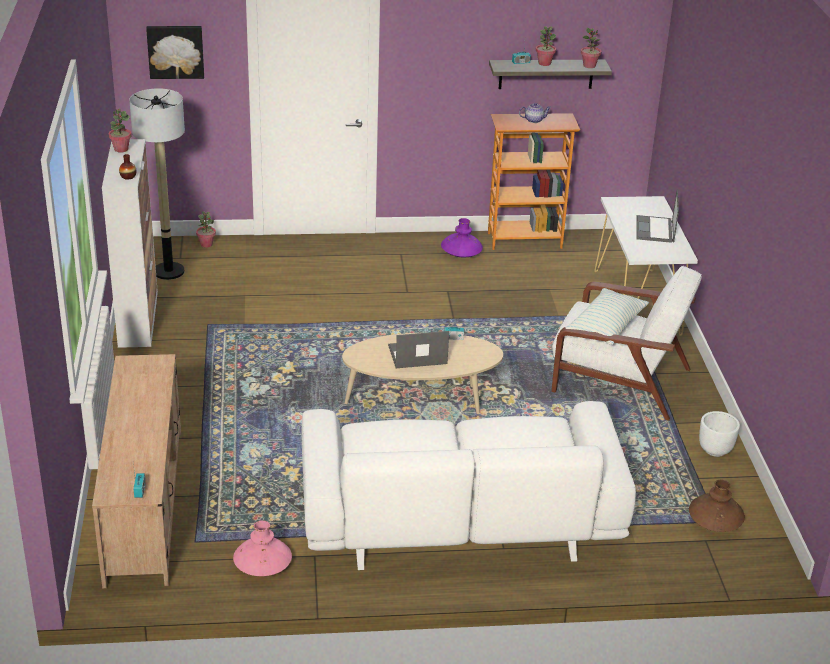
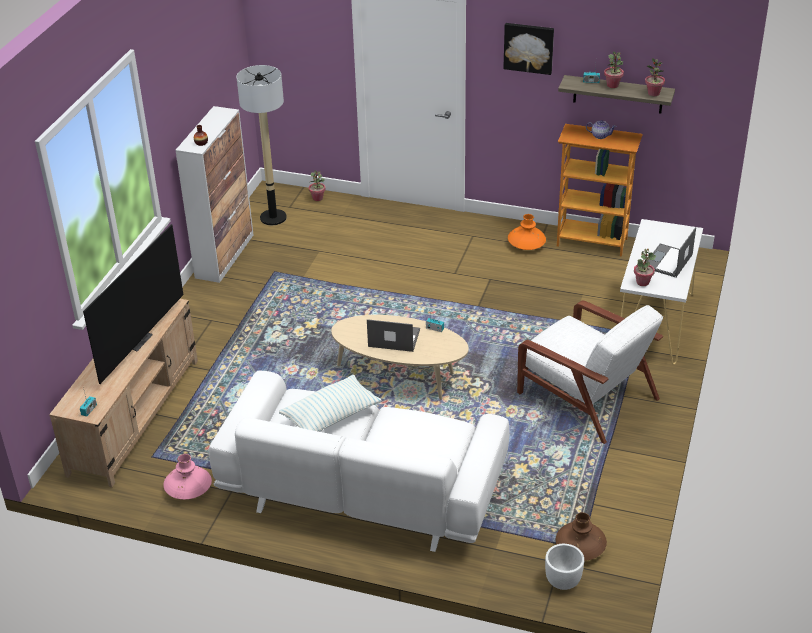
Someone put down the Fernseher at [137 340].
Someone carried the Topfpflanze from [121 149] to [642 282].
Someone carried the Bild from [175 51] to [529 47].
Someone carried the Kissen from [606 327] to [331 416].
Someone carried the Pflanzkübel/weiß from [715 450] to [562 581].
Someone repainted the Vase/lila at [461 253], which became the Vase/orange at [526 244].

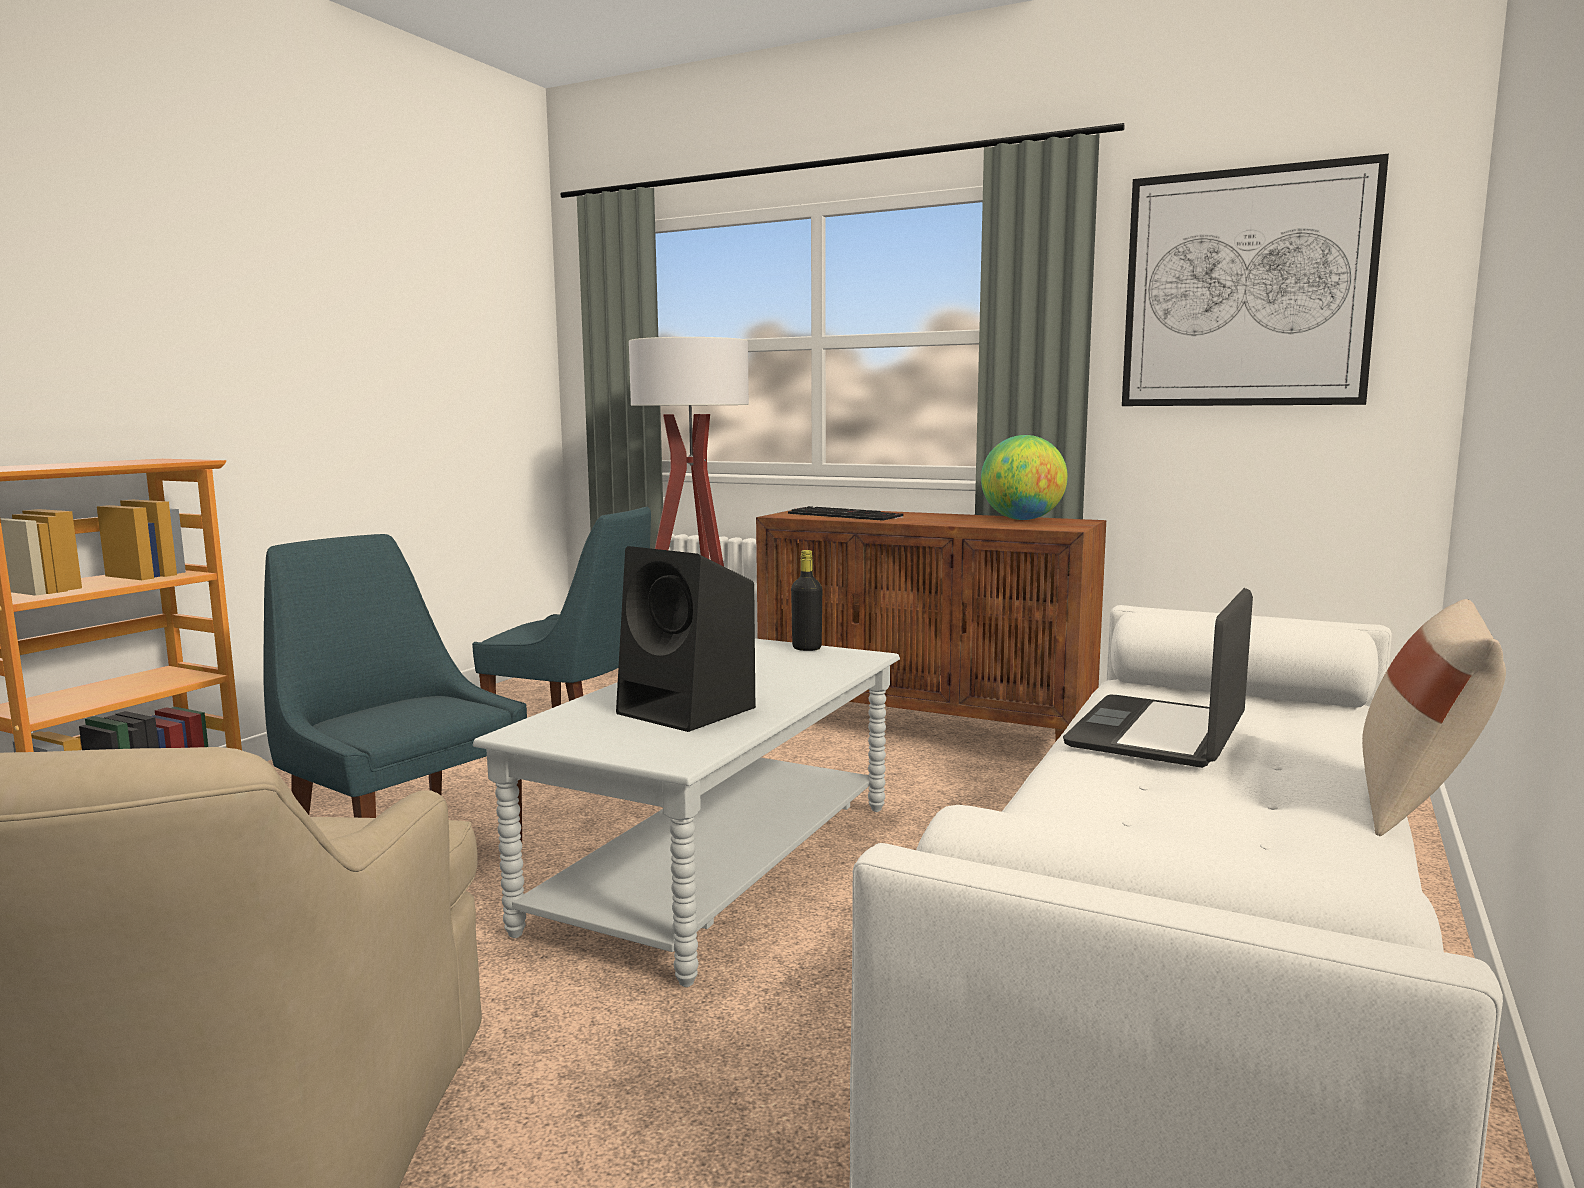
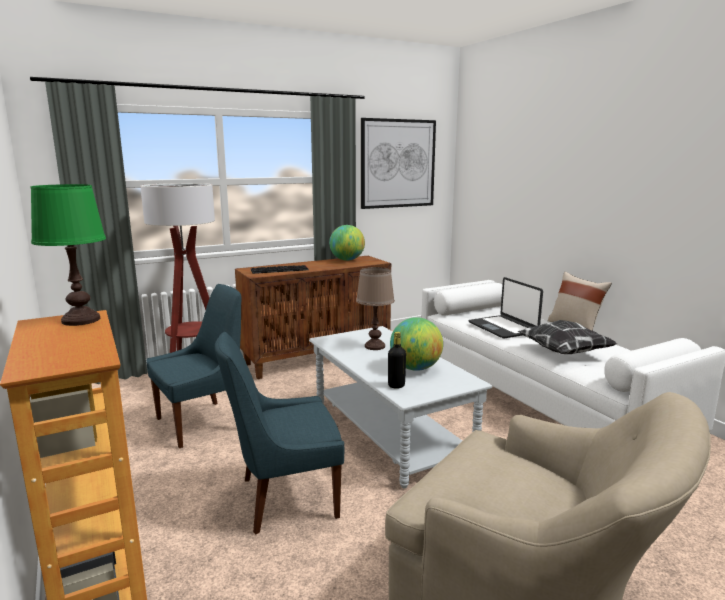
Someone put down the Tischlampe/grün at [81 320].
Someone put down the Tischlampe/braun at [374 346].
Someone put down the Kissen at [564 352].
Someone carried the Flasche/schwarz from [807 648] to [396 385].
Someone swapped the Lautsprecher/schwarz at [690 711] for the Globus at [415 368].

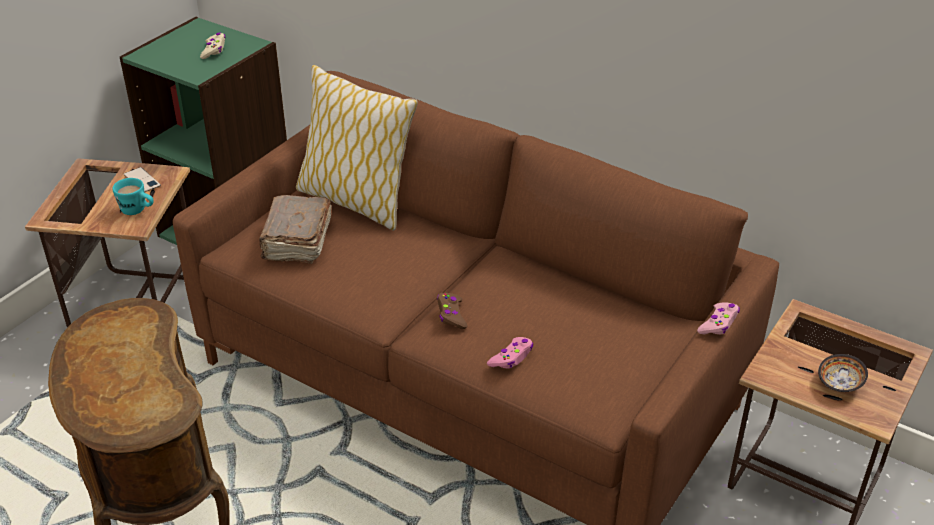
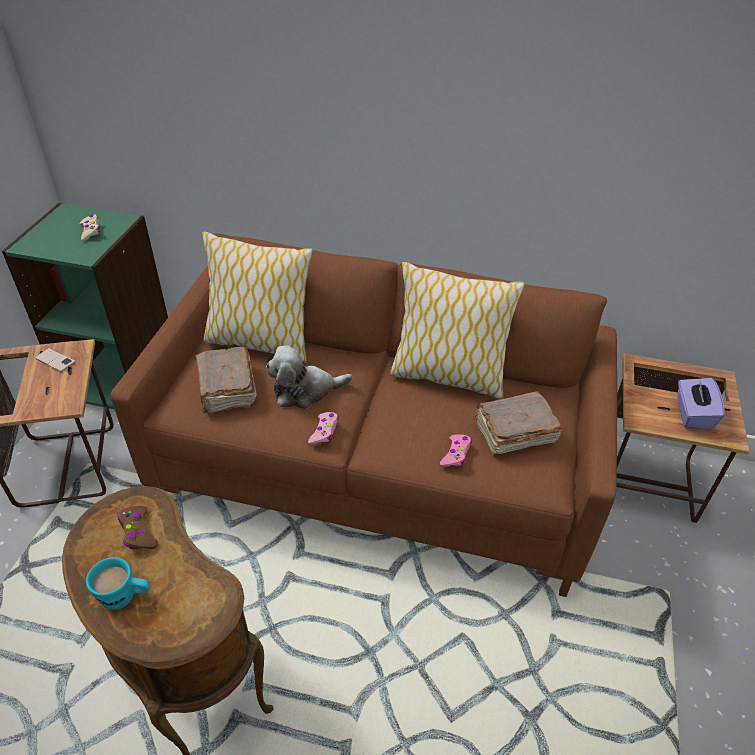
Someone put down the Plüschtier at [305 391].
Someone put down the Kissen at [447 376].
Someone put down the Buch/braun at [513 433].
Someone carried the Henkelbecher/türkis from [138 211] to [126 597].
Someone carried the Gamepad/braun from [451 315] to [138 532].
Someone carried the Gamepad/rosa from [718 324] to [324 431].
Someone swapped the Schüssel at [839 384] for the Taschentuchbox/lila at [692 414].

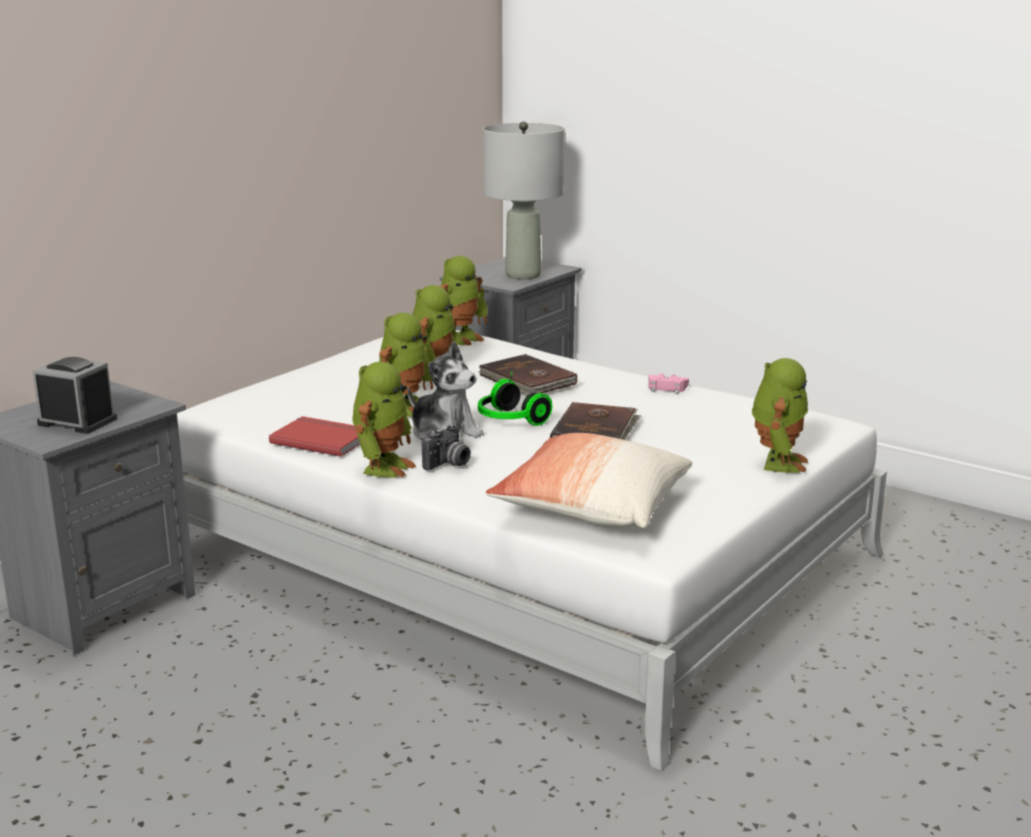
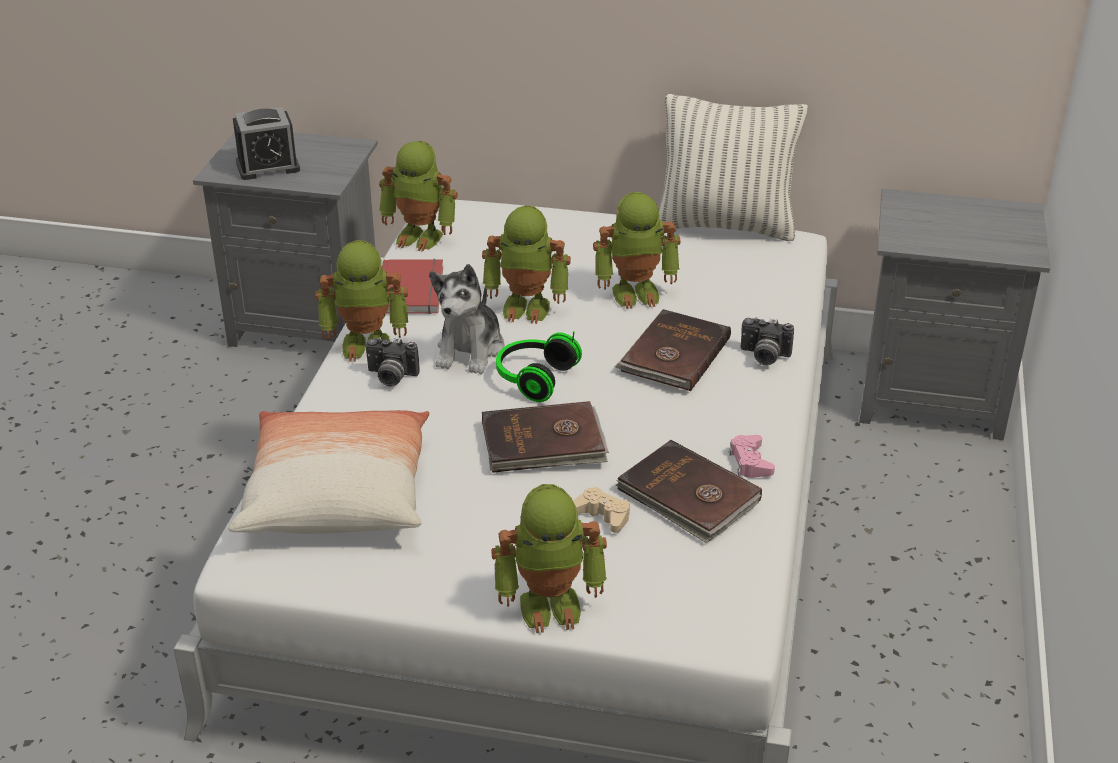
Someone took away the Tischlampe/grau at [523 275].
Someone put down the Gamepad/beige at [602 515].
Someone put down the Buch/braun at [688 496].
Someone put down the Kissen at [725 225].
Someone put down the Kamera at [764 356].
Someone carried the Spielzeugroboter from [461 338] to [421 236].
Someone rotated the Wecker at [77 421] by 75 degrees clockwise.

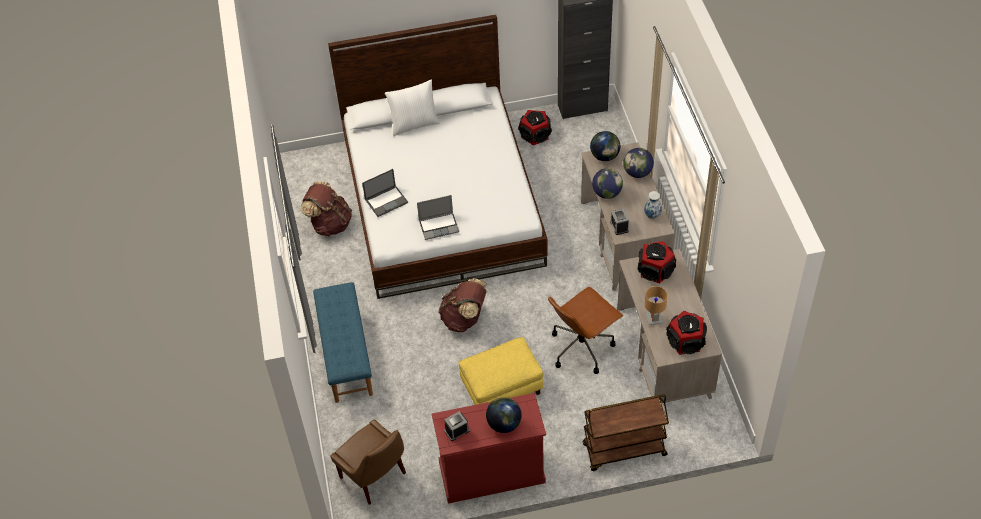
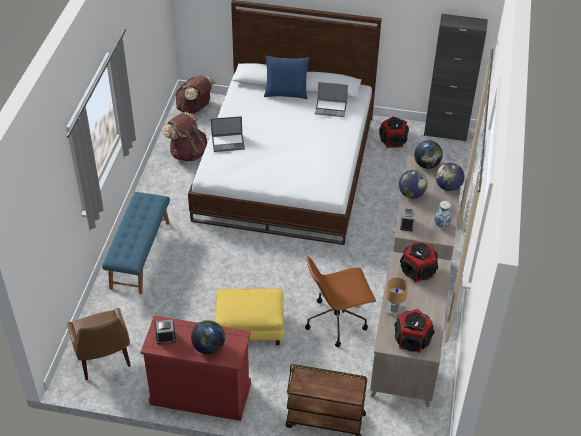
Someone carried the Laptop from [439 226] to [331 108].
Someone carried the Rucksack/braun from [464 319] to [195 108].
Someone repainted the Kissen/weiß at [414 124], which became the Kissen/blau at [286 93].

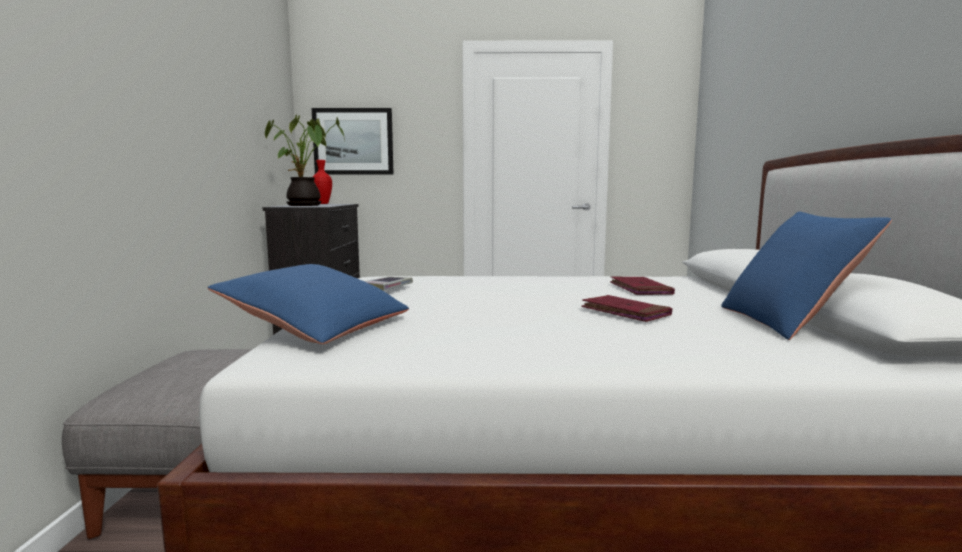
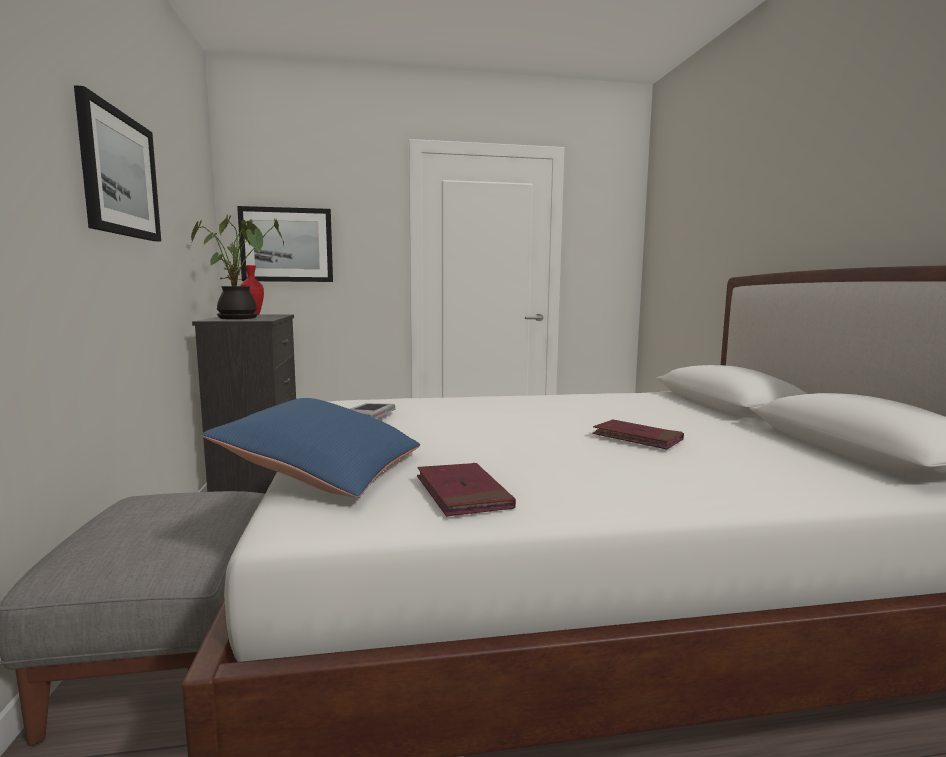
Someone took away the Kissen/blau at [788 322].
Someone put up the Bild at [119 174].
Someone carried the Buch/rot from [640 289] to [463 494].

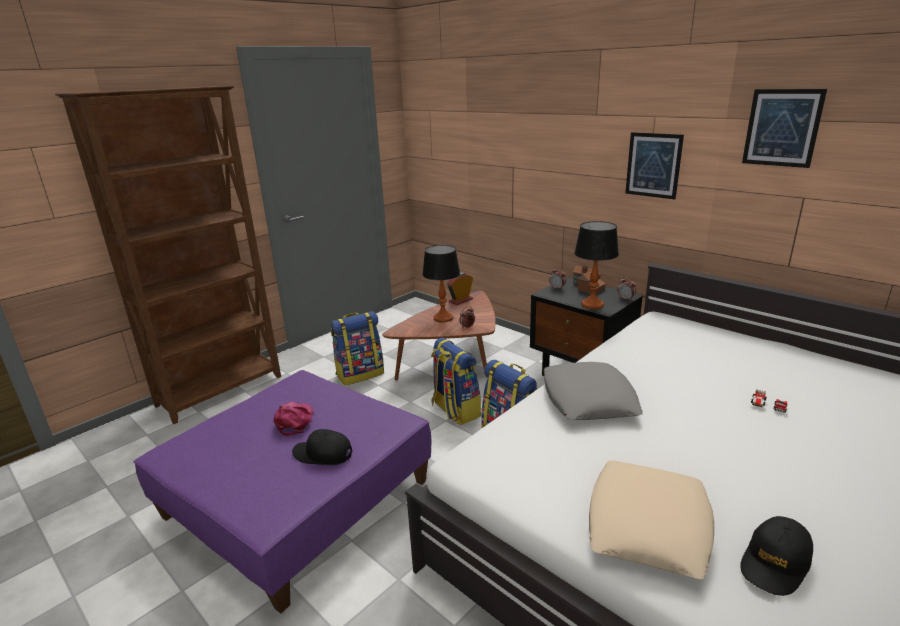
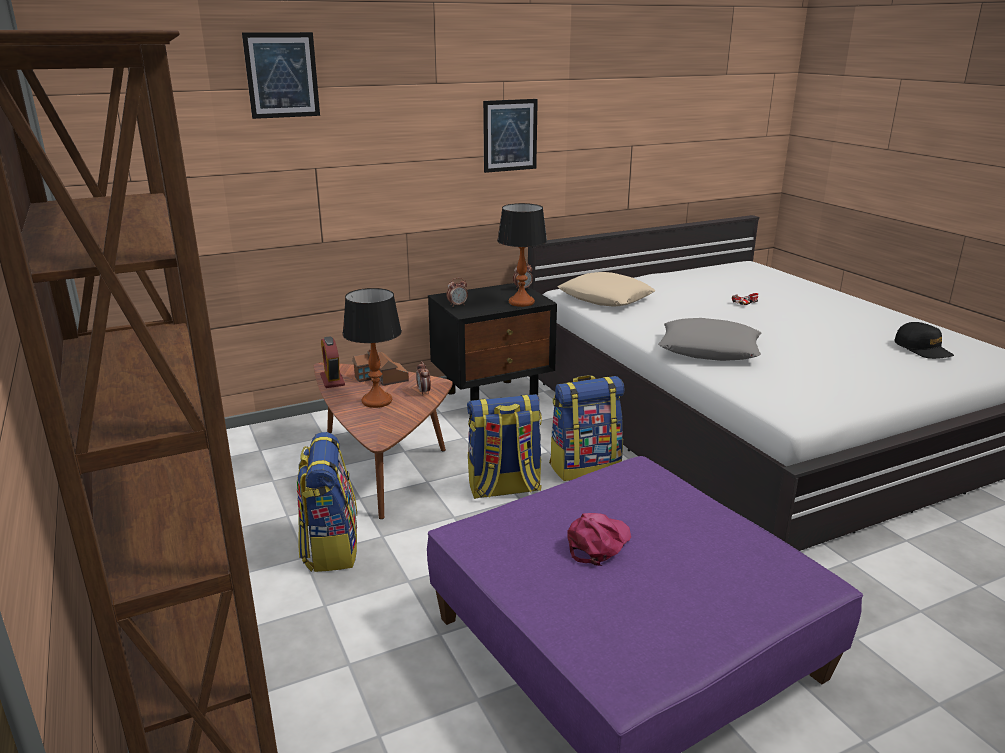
Someone took away the Kappe/schwarz at [323 454].
Someone carried the Spielzeughaus from [587 287] to [381 378].
Someone carried the Kissen/beige from [647 524] to [605 298].
Someone carried the Bild from [782 128] to [282 75].
Someone rotated the Kappe/rosa at [295 421] by 105 degrees clockwise.

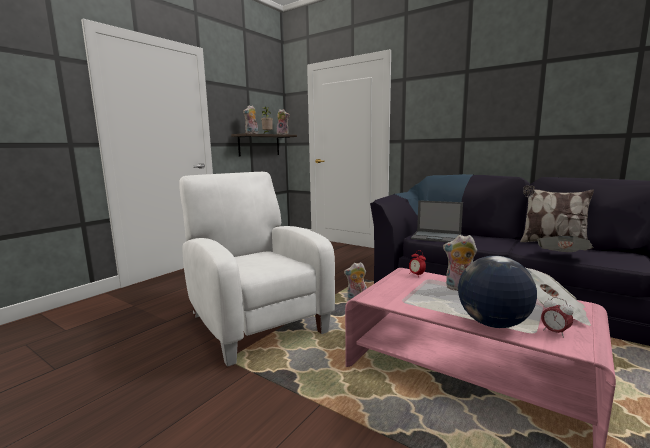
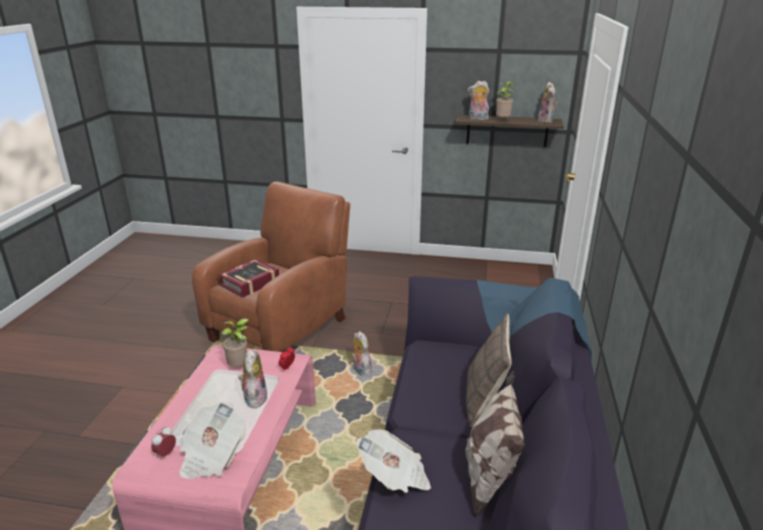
Someone took away the Laptop at [437 237].
Someone took away the Globus at [492 324].
Someone put down the Buch at [250 283].
Someone put down the Topfpflanze at [239 367].
Someone put down the Kissen at [485 400].
Someone repainted the Sessel/weiß at [255 320], which became the Sessel/braun at [283 327].

